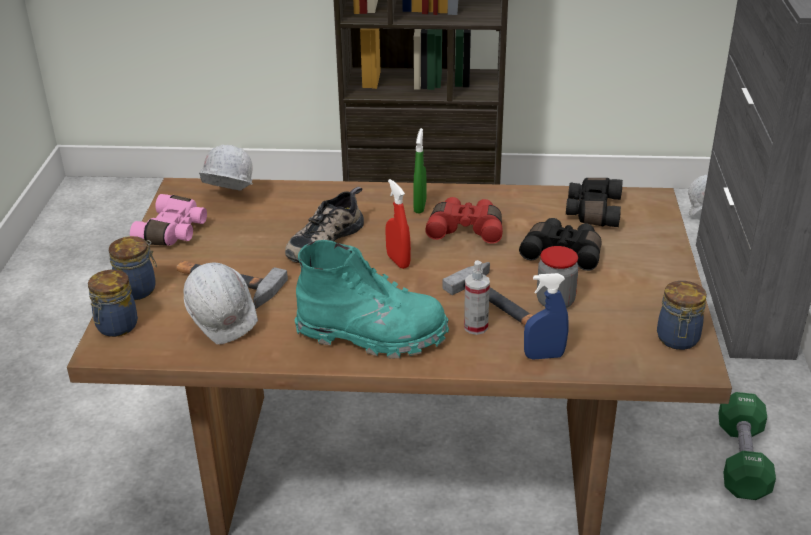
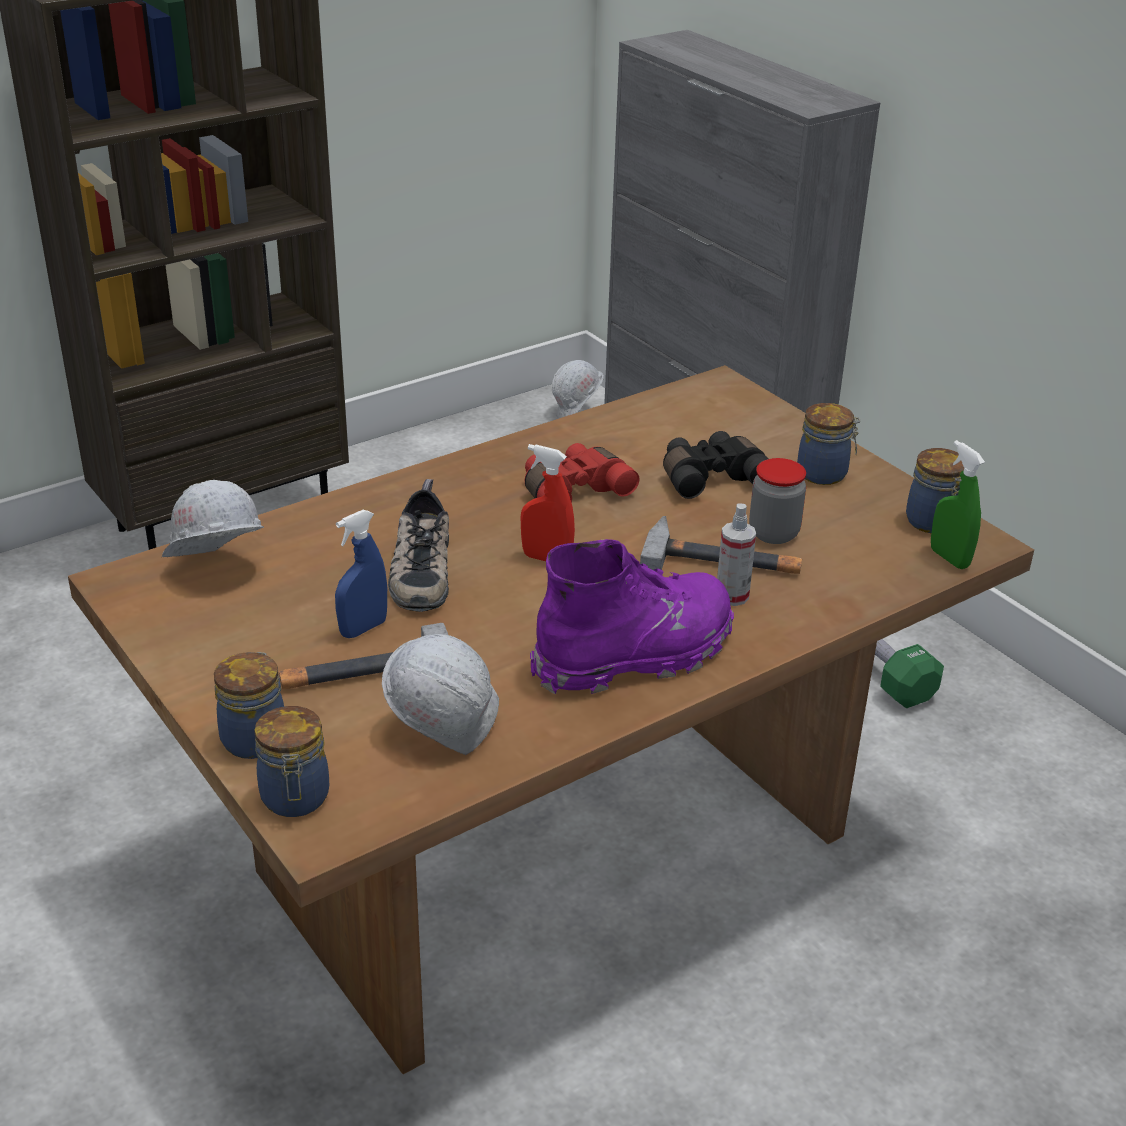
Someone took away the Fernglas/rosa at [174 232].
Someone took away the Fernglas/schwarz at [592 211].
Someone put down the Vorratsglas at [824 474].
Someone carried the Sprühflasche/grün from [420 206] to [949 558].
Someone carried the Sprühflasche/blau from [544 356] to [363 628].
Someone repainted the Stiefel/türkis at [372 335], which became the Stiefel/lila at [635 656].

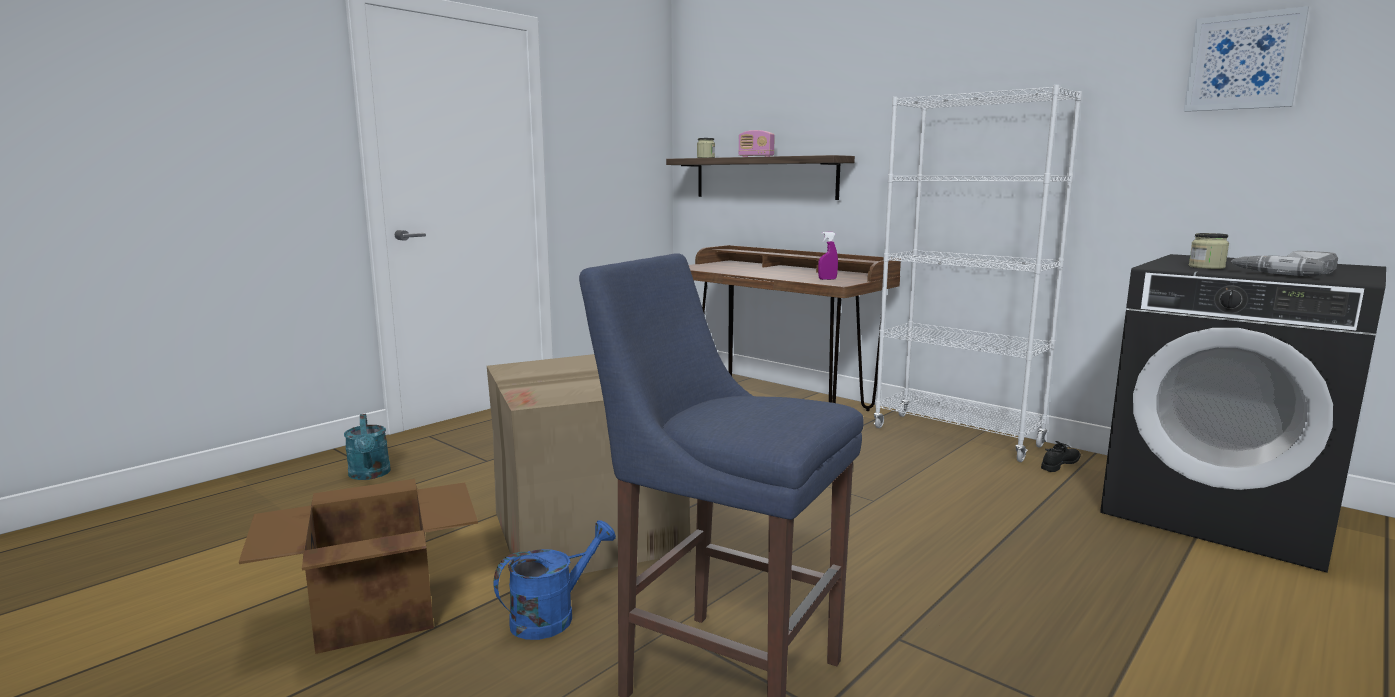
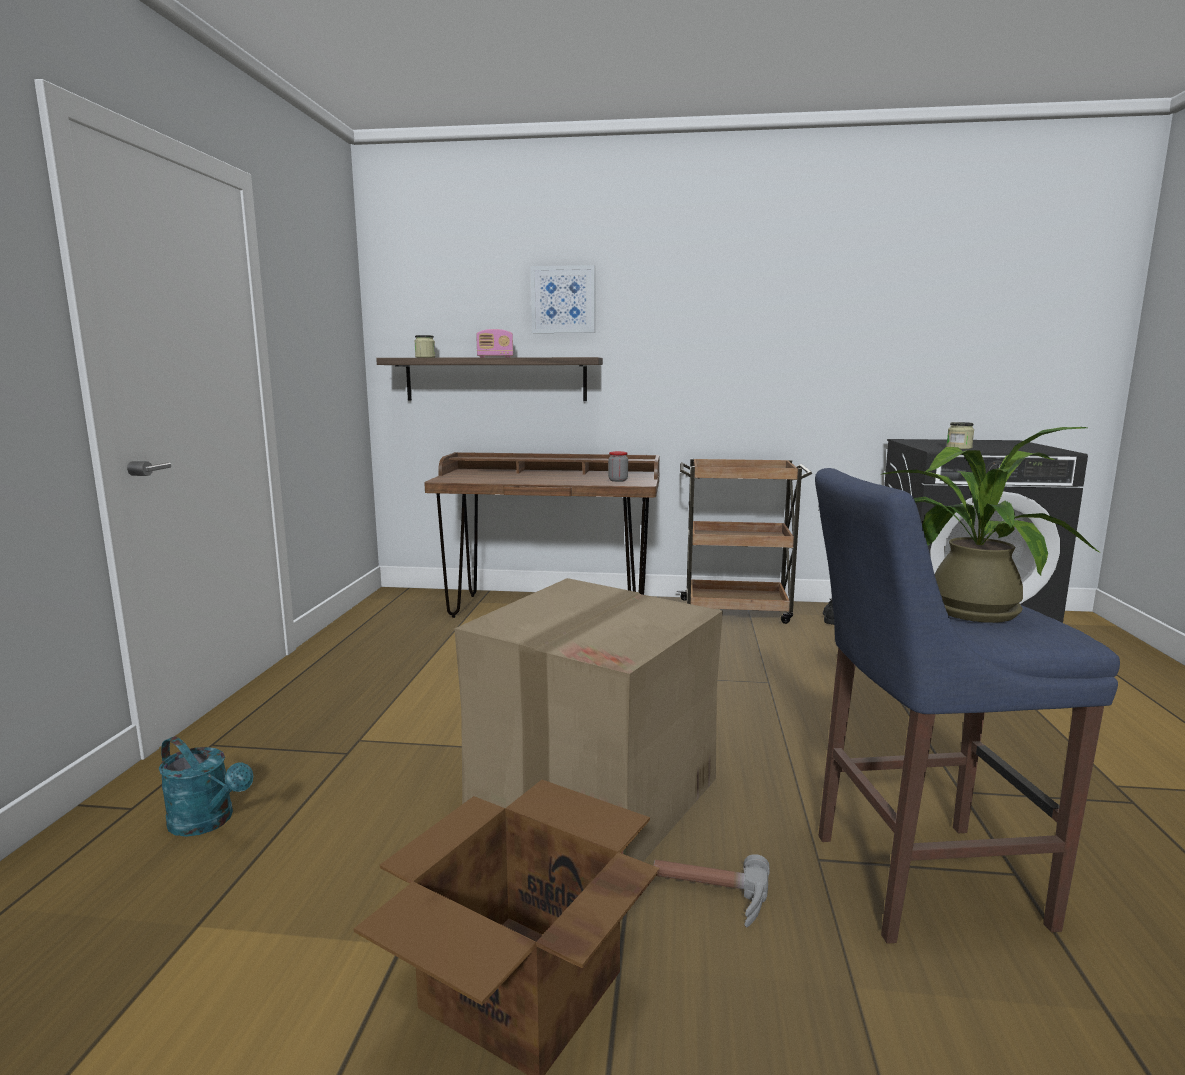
Someone took away the Bohrmaschine at [1284 273].
Someone put down the Topfpflanze at [963 608].
Someone carried the Bild from [1243 62] to [563 300].
Someone swapped the Gießkanne/blau at [552 616] for the Hammer at [709 896].
Someone swapped the Sprühflasche/lila at [827 279] for the Vorratsglas at [618 480].
Someone swapped the Bücherregal/weiß at [957 437] for the Rollwagen/braun at [736 611].

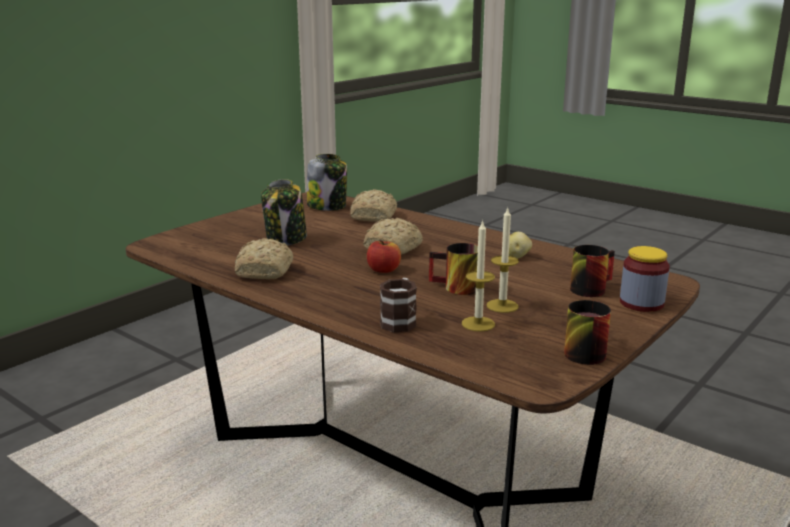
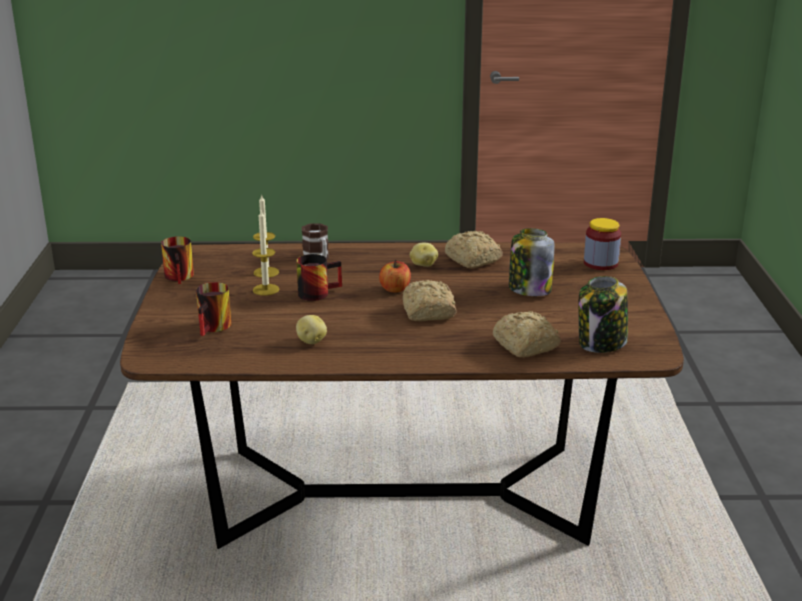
Someone put down the Kartoffel at [423 265].
Someone carried the Vorratsglas from [641 303] to [600 263].

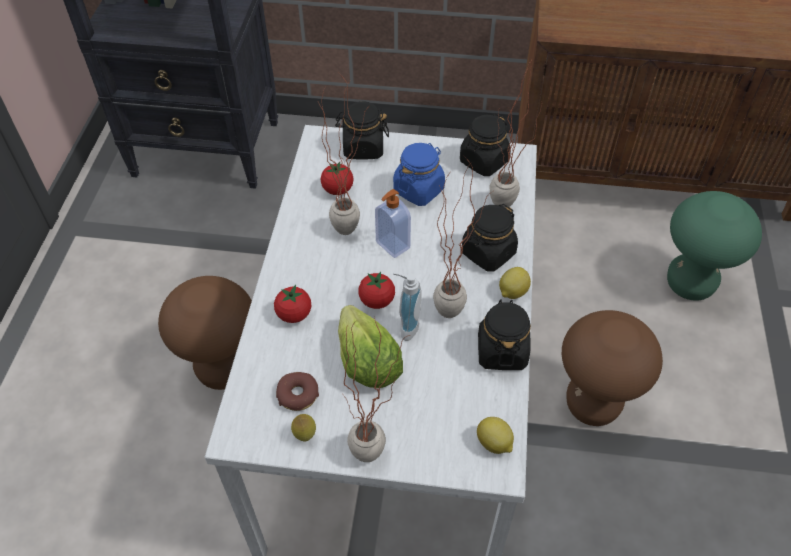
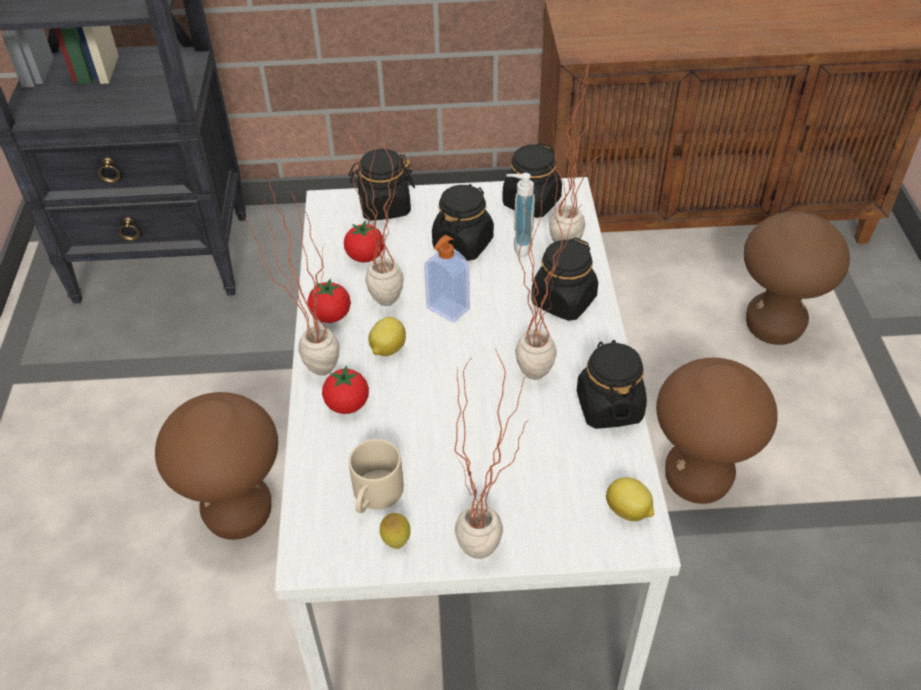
Someone took away the Salatkopf at [367 362].
Someone put down the Topfpflanze at [310 367].
Someone carried the Tomate from [377 300] to [331 316].
Someone carried the Seifenspender from [406 326] to [518 245].
Someone carried the Zitrone from [512 292] to [387 349].
Someone swapped the Donut at [298 395] for the Henkelbecher/beige at [375 496].
Someone repainted the Vorratsglas/blau at [419 190], which became the Vorratsglas/schwarz at [463 243].
Someone repainted the Hocker/grün at [689 284], which became the Hocker/braun at [773 327].

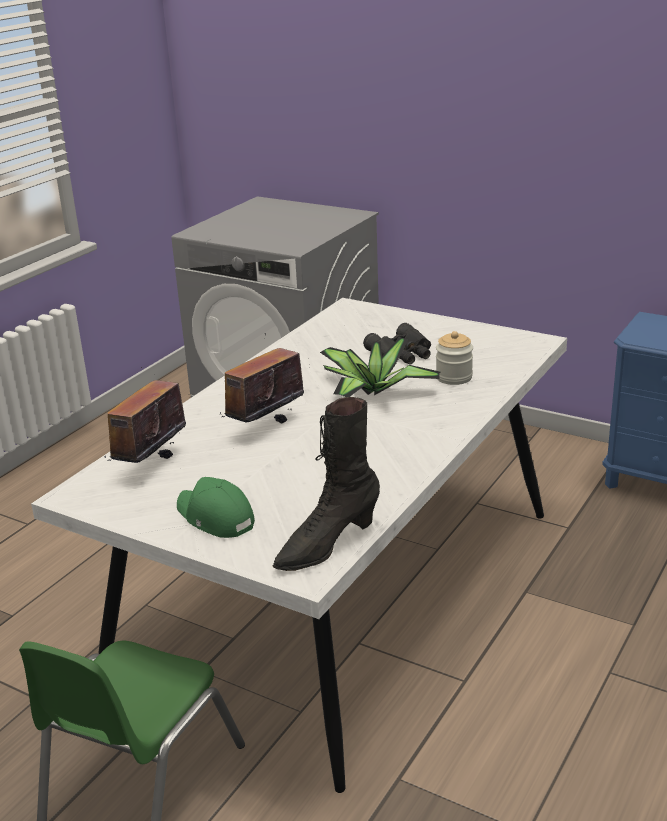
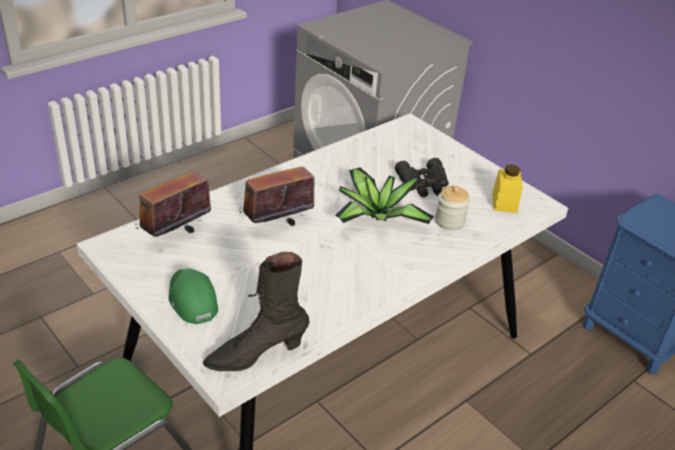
Someone put down the Vorratsglas/gelb at [504 203].

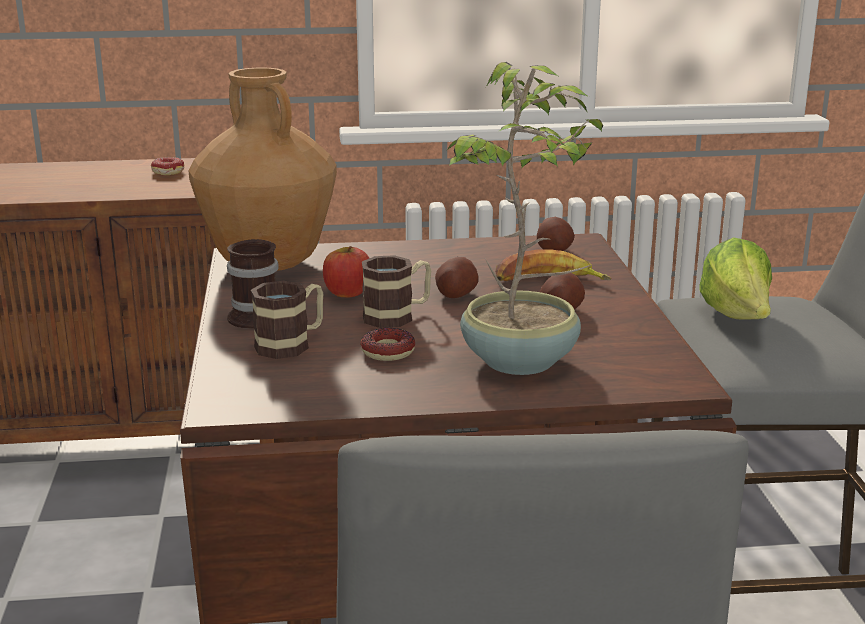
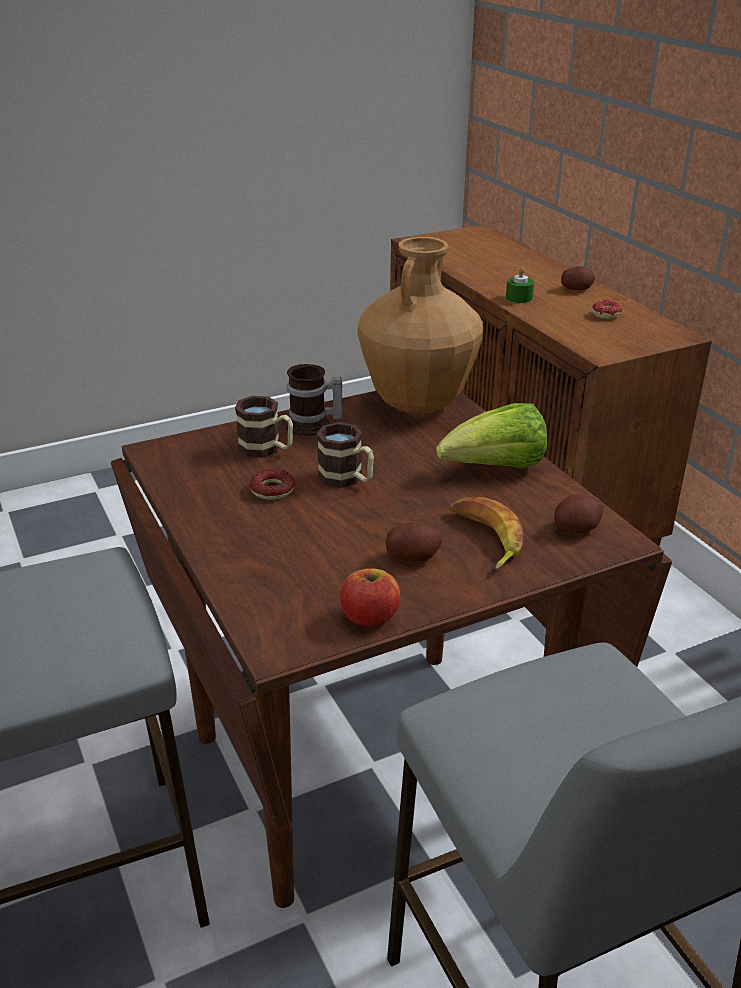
Someone took away the Topfpflanze at [522 361].
Someone put down the Kerze/grün at [519 298].
Someone carried the Apfel from [348 293] to [369 616].
Someone carried the Kartoffel from [456 294] to [576 289].
Someone carried the Salatkopf from [738 318] to [495 468].

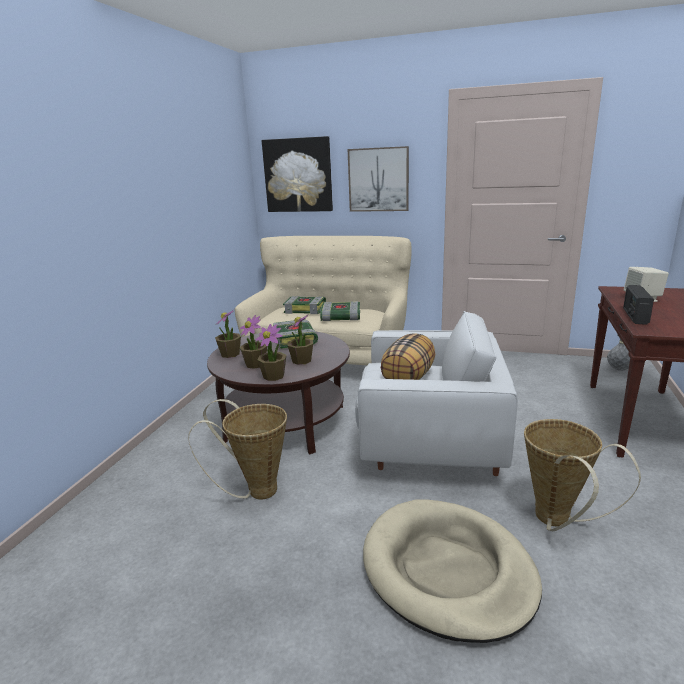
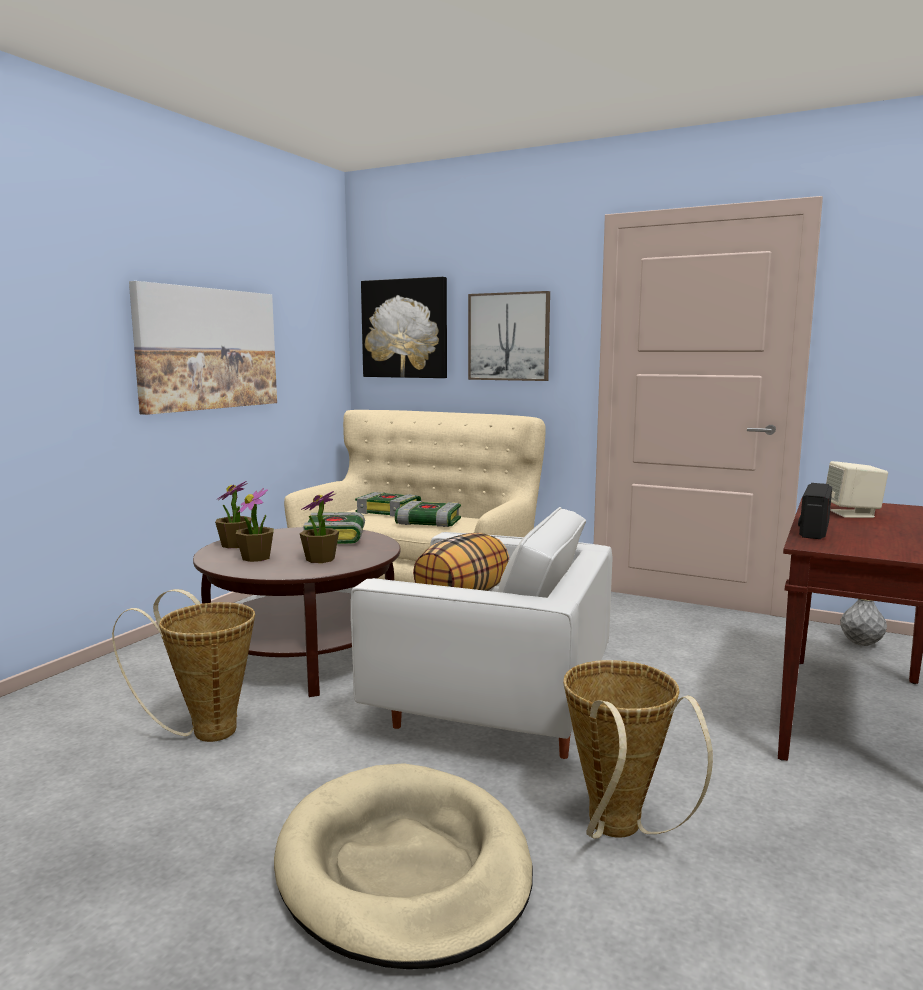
Someone took away the Topfpflanze at [274 376].
Someone put up the Bild at [208 349].

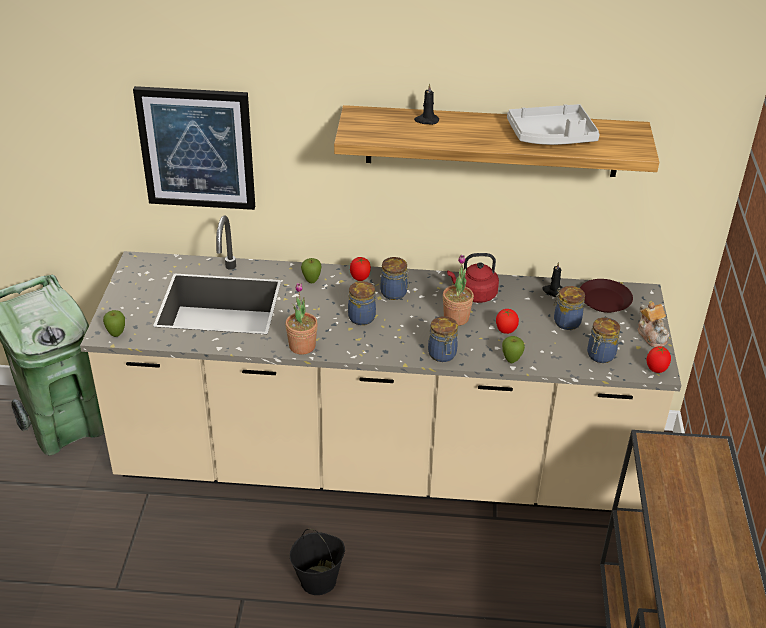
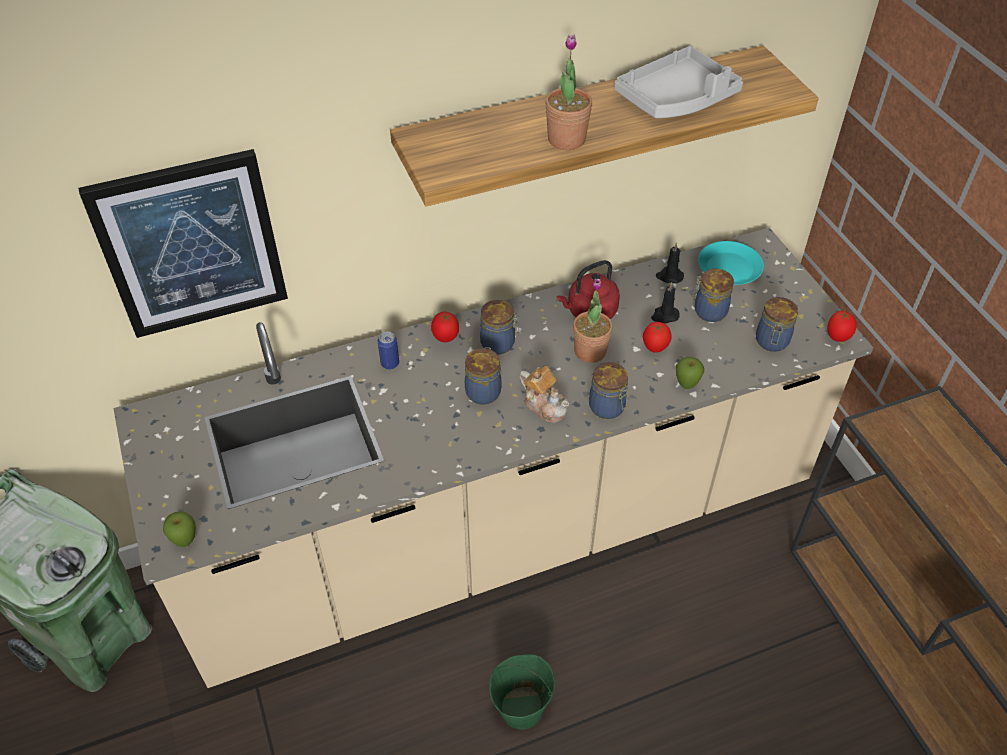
Someone carried the Topfpflanze from [302 346] to [566 139].
Someone carried the Kerze/schwarz from [426 120] to [664 316].
Someone carried the Teekanne from [652 335] to [545 405].
Someone swapped the Apfel at [311 281] for the Dose at [390 363].
Someone repainted the Eimer/schwarz at [318 580], which became the Eimer/grün at [521 707].
Someone repainted the Teller/braun at [604 300], which became the Teller/türkis at [728 268].

